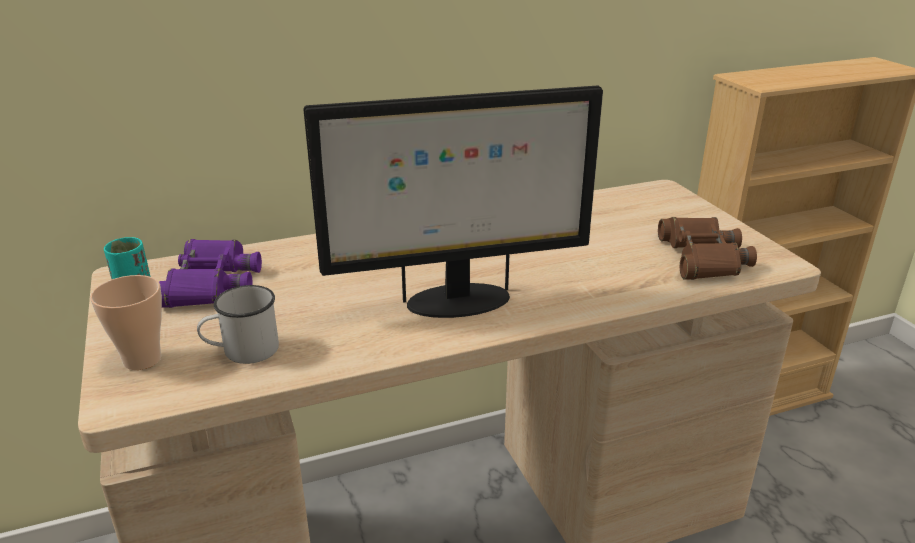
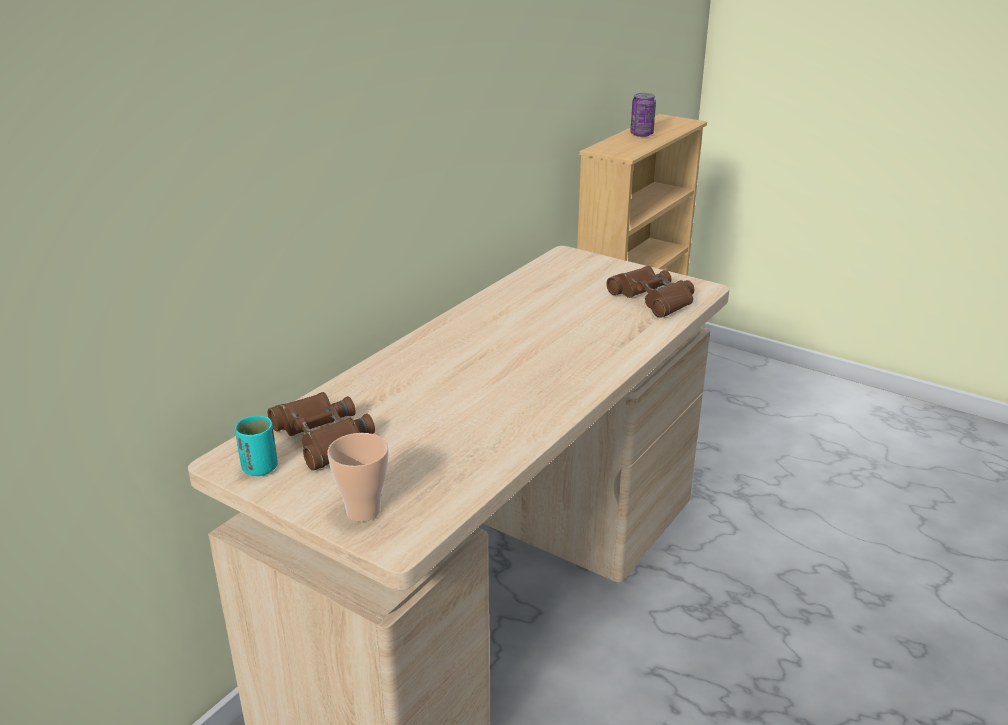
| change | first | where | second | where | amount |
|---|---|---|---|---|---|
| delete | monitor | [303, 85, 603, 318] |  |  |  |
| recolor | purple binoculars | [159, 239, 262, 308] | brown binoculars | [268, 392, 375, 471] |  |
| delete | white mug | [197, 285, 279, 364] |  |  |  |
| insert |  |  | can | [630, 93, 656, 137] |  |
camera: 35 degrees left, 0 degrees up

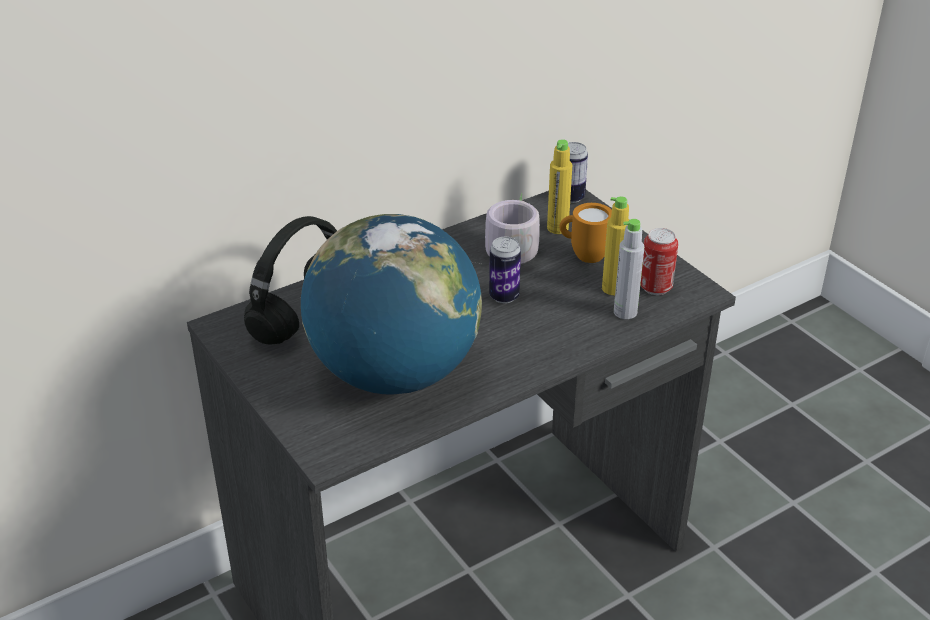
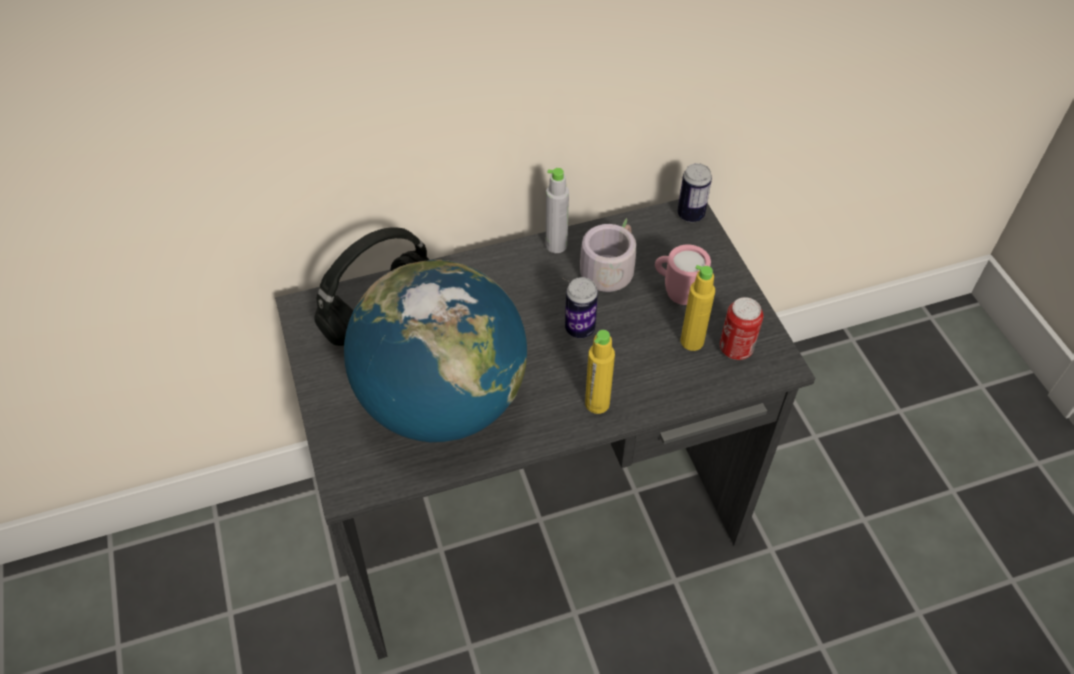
| change | first | where | second | where | amount |
|---|---|---|---|---|---|
| move | yellow bottle | [547, 139, 572, 234] |  | [585, 330, 615, 414] |  |
| recolor | orange mug | [559, 203, 612, 263] | pink mug | [655, 244, 711, 305] |  |
| move | grey bottle | [614, 219, 644, 319] |  | [546, 168, 569, 253] |  |
camera: 15 degrees right, 15 degrees up

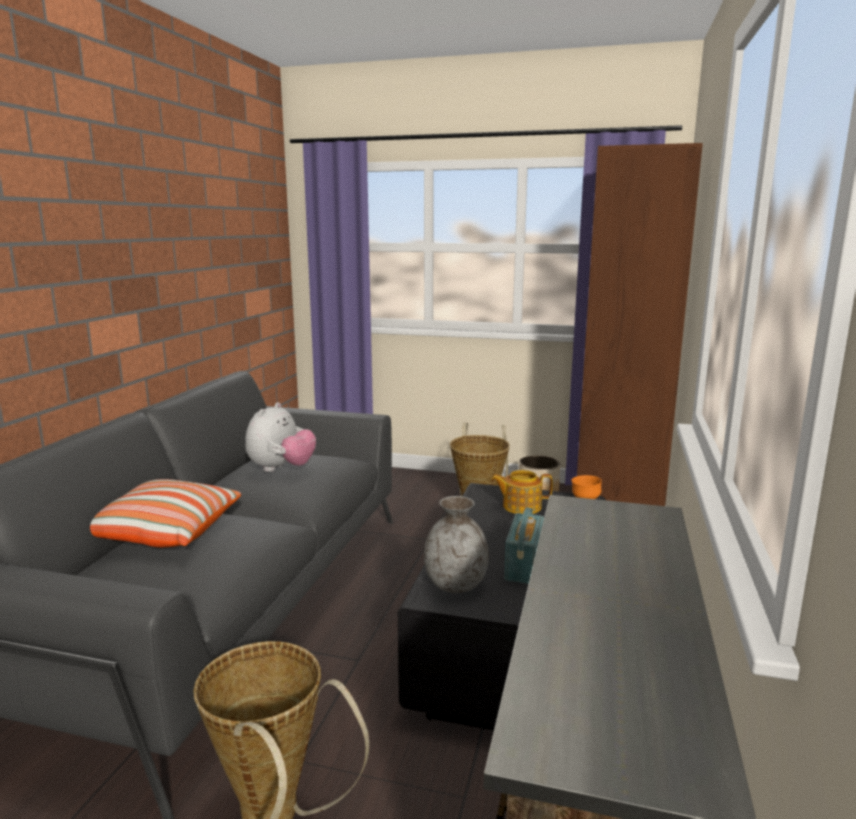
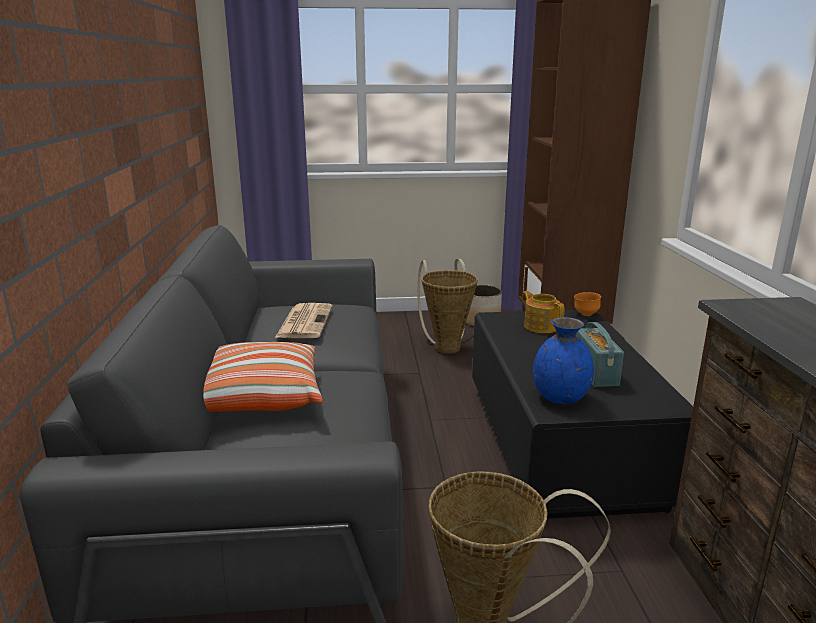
| change | first | where | second | where | amount |
|---|---|---|---|---|---|
| replace | plush toy | [245, 402, 316, 472] | newspaper | [275, 303, 333, 338] |  |
| rotate | teapot | [491, 470, 553, 514] |  | [523, 291, 564, 333] | 75 degrees clockwise |
| recolor | grey vase | [424, 496, 489, 593] | blue vase | [533, 317, 594, 404] |  |
camera: 20 degrees left, 5 degrees up

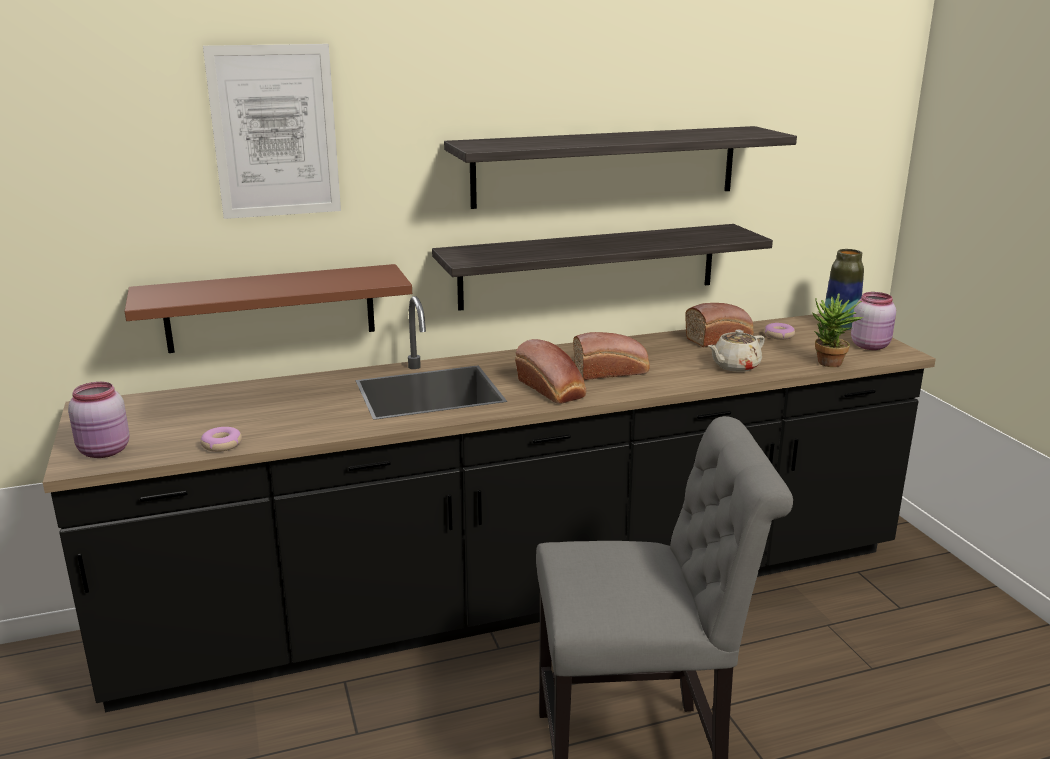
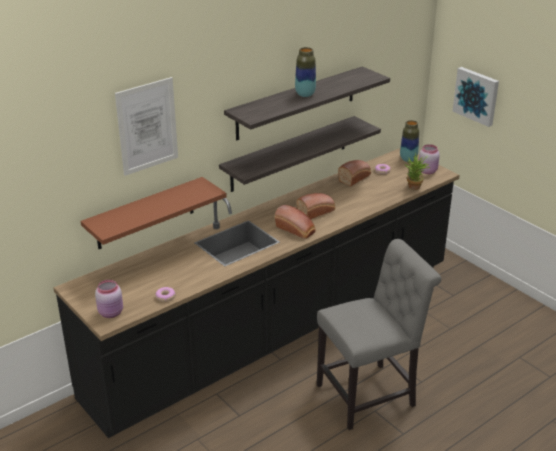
| change | first | where | second | where | amount |
|---|---|---|---|---|---|
| delete | beige teapot | [708, 330, 765, 372] |  |  |  |
| insert |  |  | vase | [295, 47, 316, 97] |  |
| insert |  |  | picture | [453, 67, 499, 127] |  |
camera: 20 degrees left, 10 degrees up

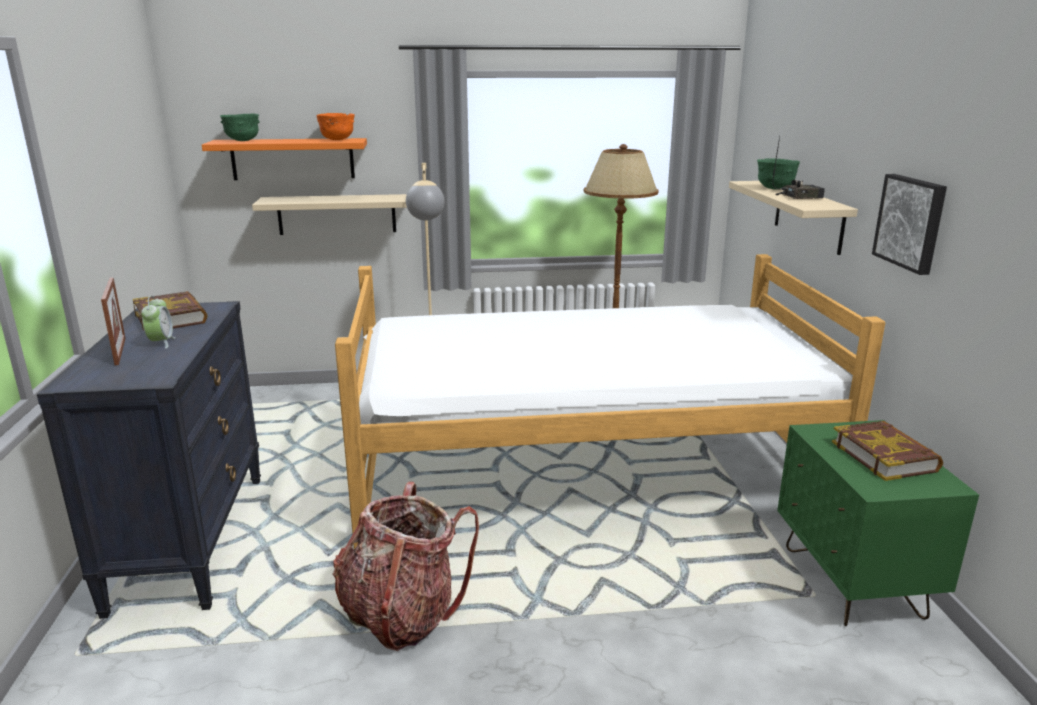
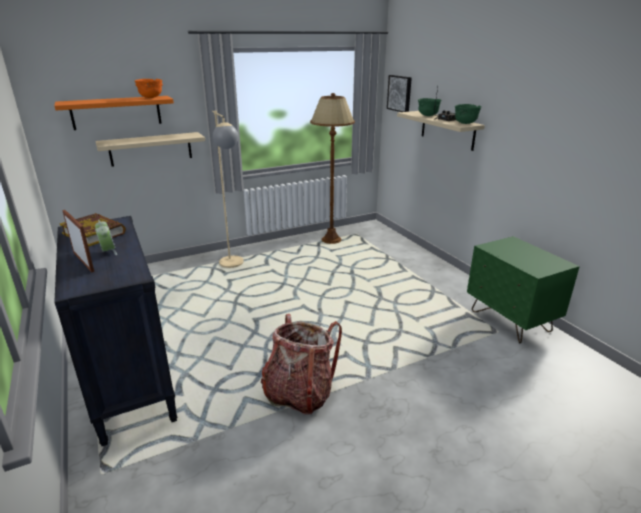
| change | first | where | second | where | amount |
|---|---|---|---|---|---|
| move | green bowl | [220, 113, 260, 141] |  | [455, 104, 481, 124] |  |
| move | picture | [872, 174, 947, 275] |  | [387, 75, 412, 112] |  |
| delete | bed | [335, 254, 886, 549] |  |  |  |
| delete | book | [832, 421, 943, 481] |  |  |  |
camera: 20 degrees left, 5 degrees up

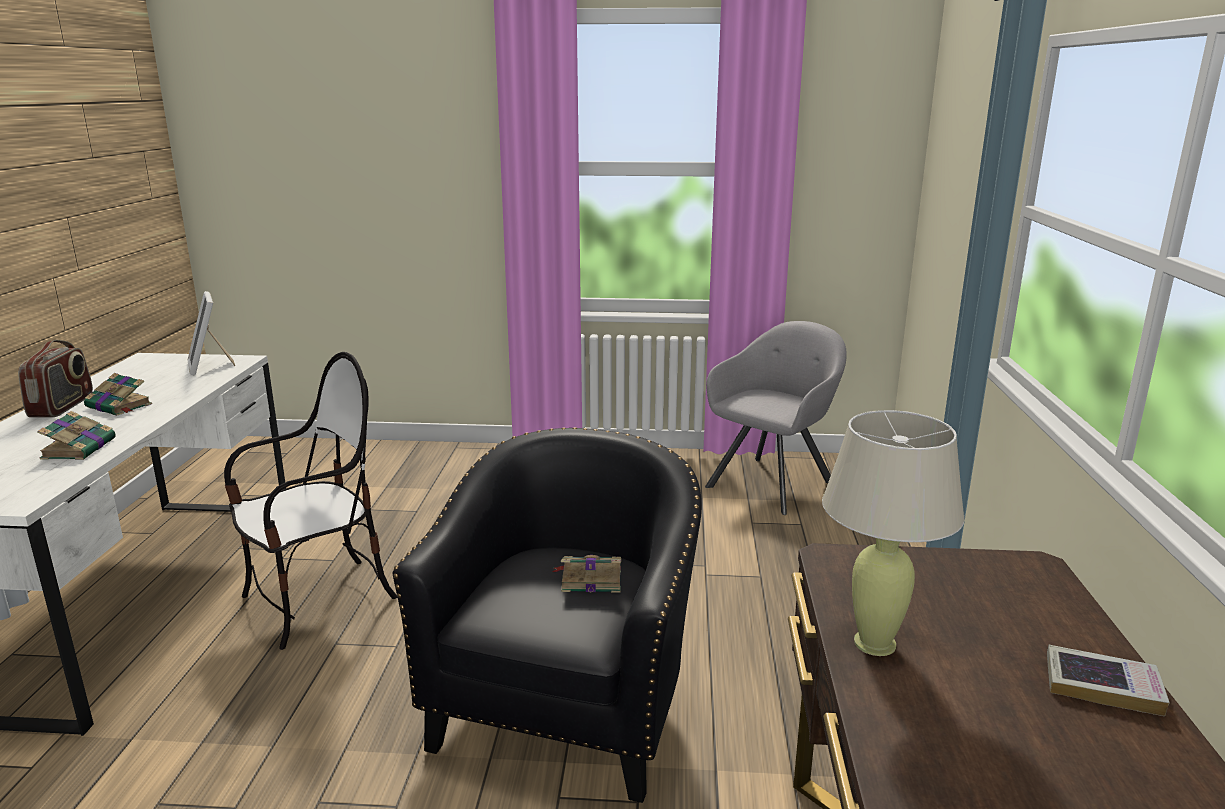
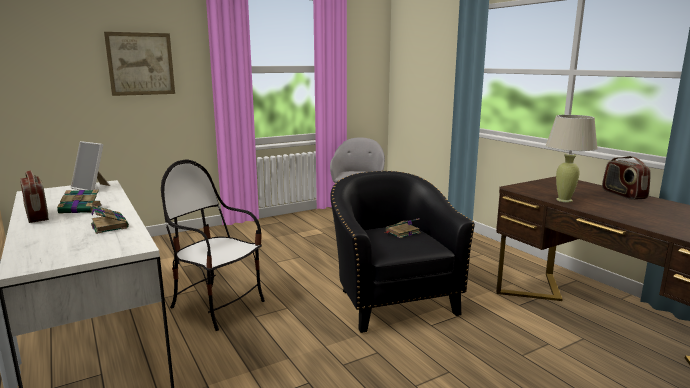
| change | first | where | second | where | amount |
|---|---|---|---|---|---|
| rotate | chair | [224, 352, 397, 650] |  | [161, 160, 265, 331] | 75 degrees counterclockwise |
| replace | book | [1047, 645, 1170, 716] | radio | [602, 156, 651, 200] |  |
| insert |  |  | picture | [104, 32, 175, 96] |  |
camera: 35 degrees left, 5 degrees down

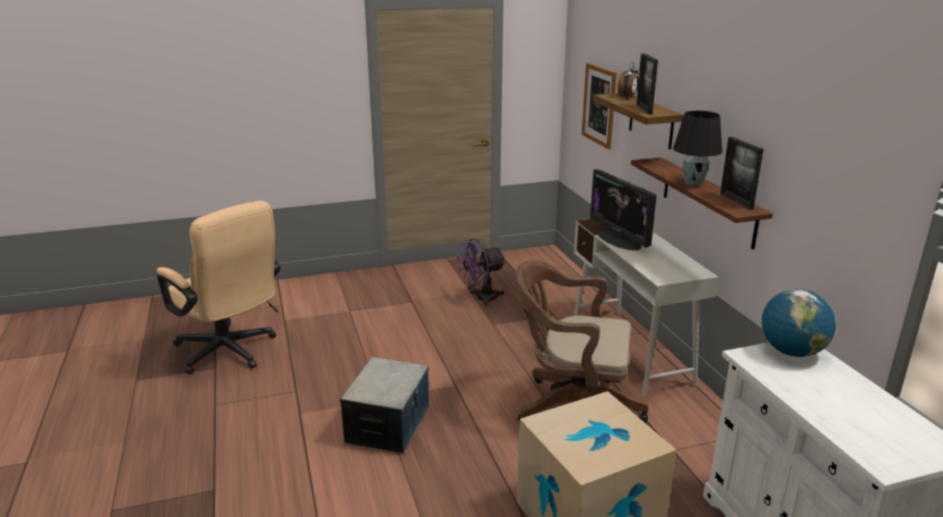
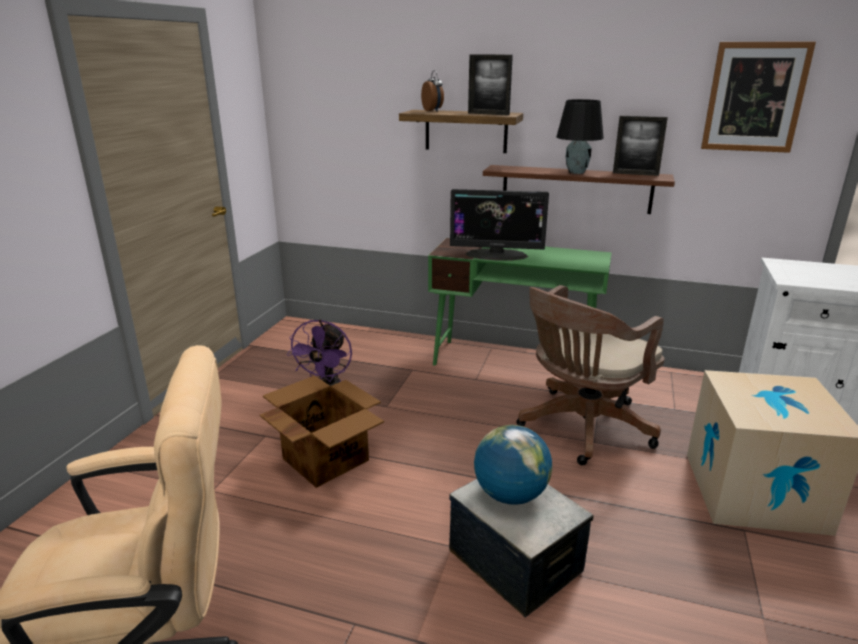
| change | first | where | second | where | amount |
|---|---|---|---|---|---|
| move | picture | [582, 63, 617, 149] |  | [701, 42, 816, 153] |  |
| recolor | white desk | [574, 219, 719, 397] | green desk | [428, 238, 612, 366] |  |
| move | globe | [762, 289, 836, 357] |  | [474, 425, 552, 505] |  |
| insert |  |  | cardboard box | [260, 376, 384, 488] |  |
camera: 55 degrees left, 0 degrees up

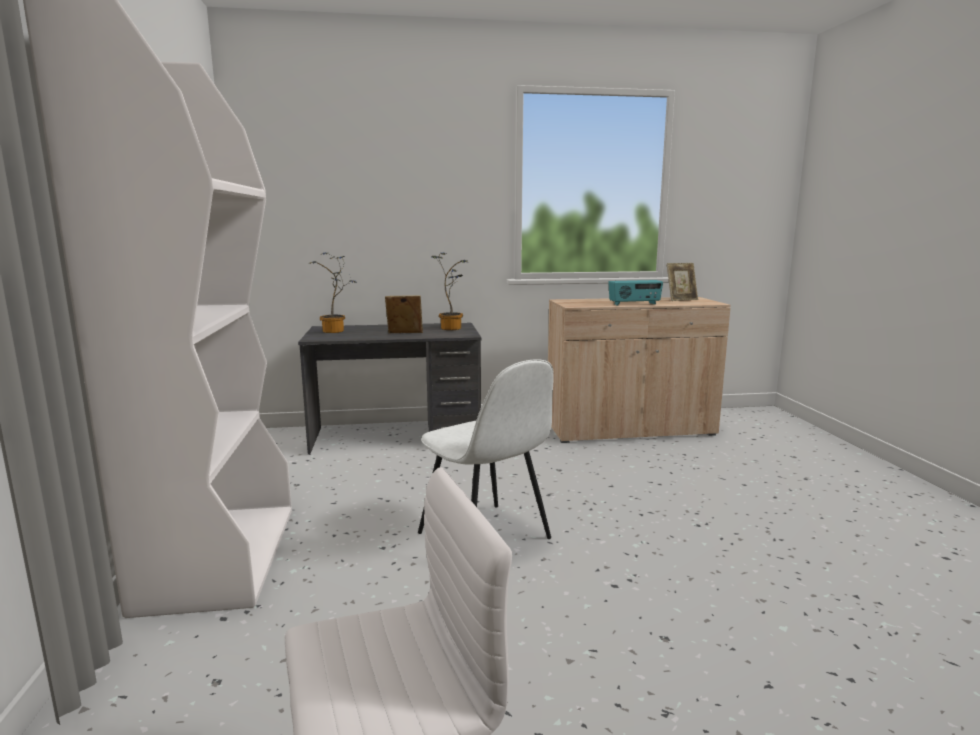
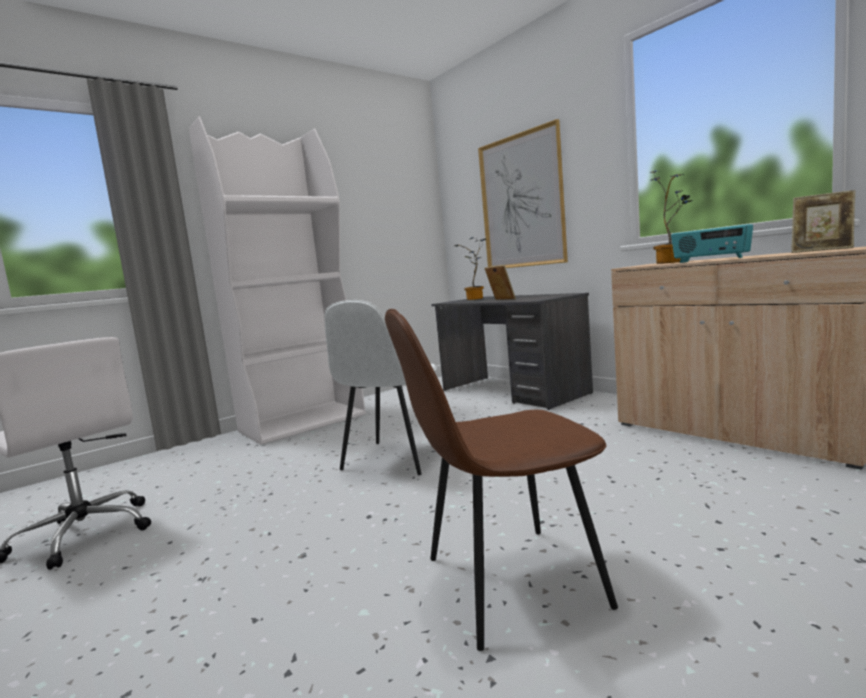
| change | first | where | second | where | amount |
|---|---|---|---|---|---|
| move | potted plant | [431, 252, 468, 330] |  | [649, 171, 693, 264] |  |
| insert |  |  | picture | [478, 119, 568, 268] |  |
| insert |  |  | brown chair | [385, 309, 618, 651] |  |
camera: 60 degrees right, 5 degrees down

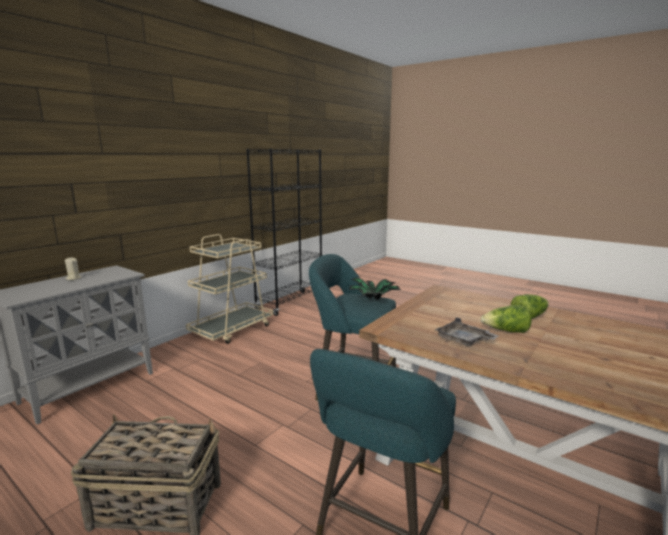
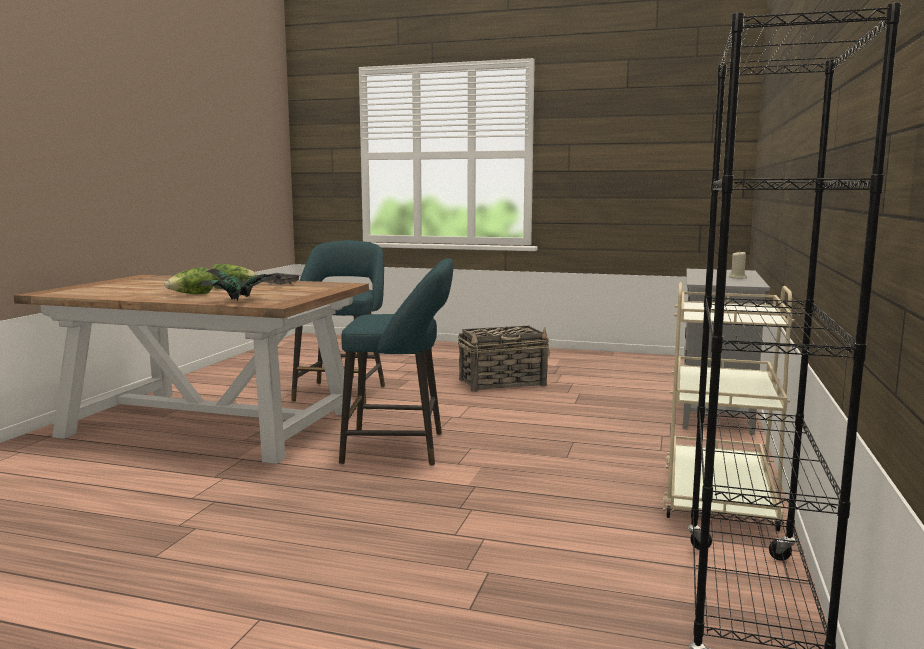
| change | first | where | second | where | amount |
|---|---|---|---|---|---|
| move | potted plant | [349, 277, 401, 300] |  | [199, 268, 277, 301] |  |
camera: 160 degrees right, 5 degrees down

